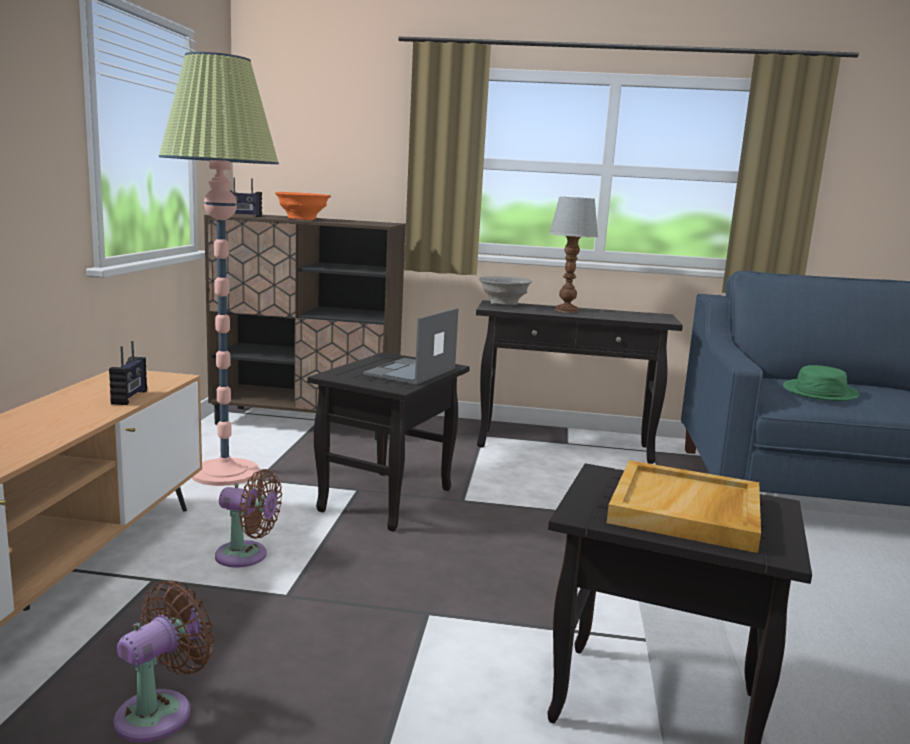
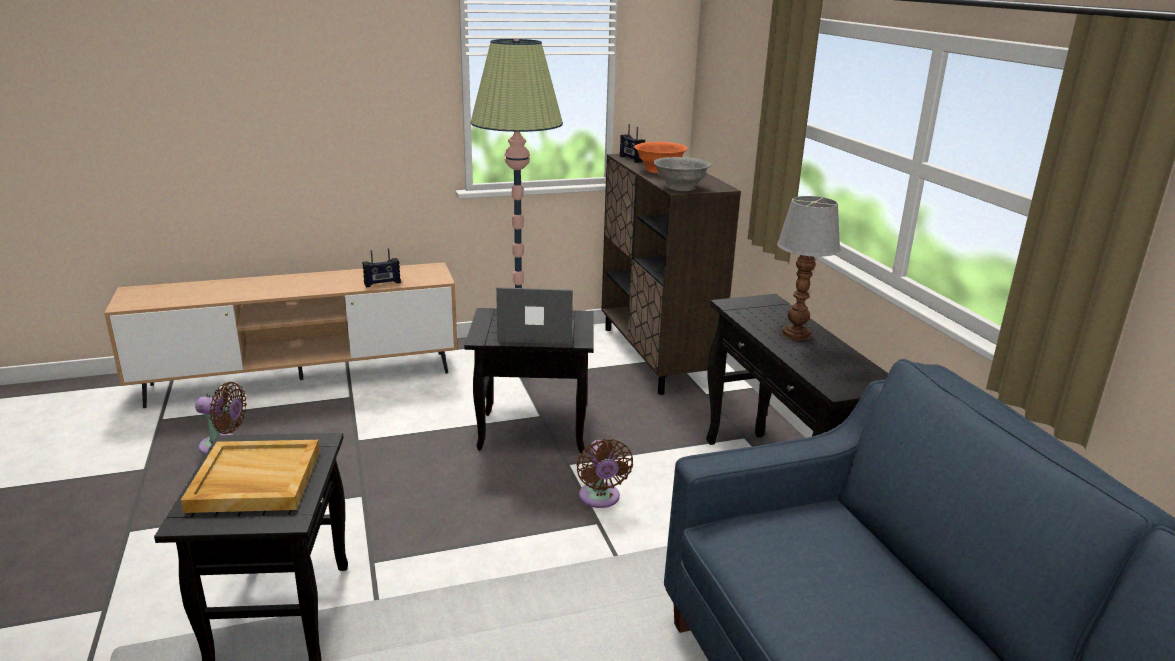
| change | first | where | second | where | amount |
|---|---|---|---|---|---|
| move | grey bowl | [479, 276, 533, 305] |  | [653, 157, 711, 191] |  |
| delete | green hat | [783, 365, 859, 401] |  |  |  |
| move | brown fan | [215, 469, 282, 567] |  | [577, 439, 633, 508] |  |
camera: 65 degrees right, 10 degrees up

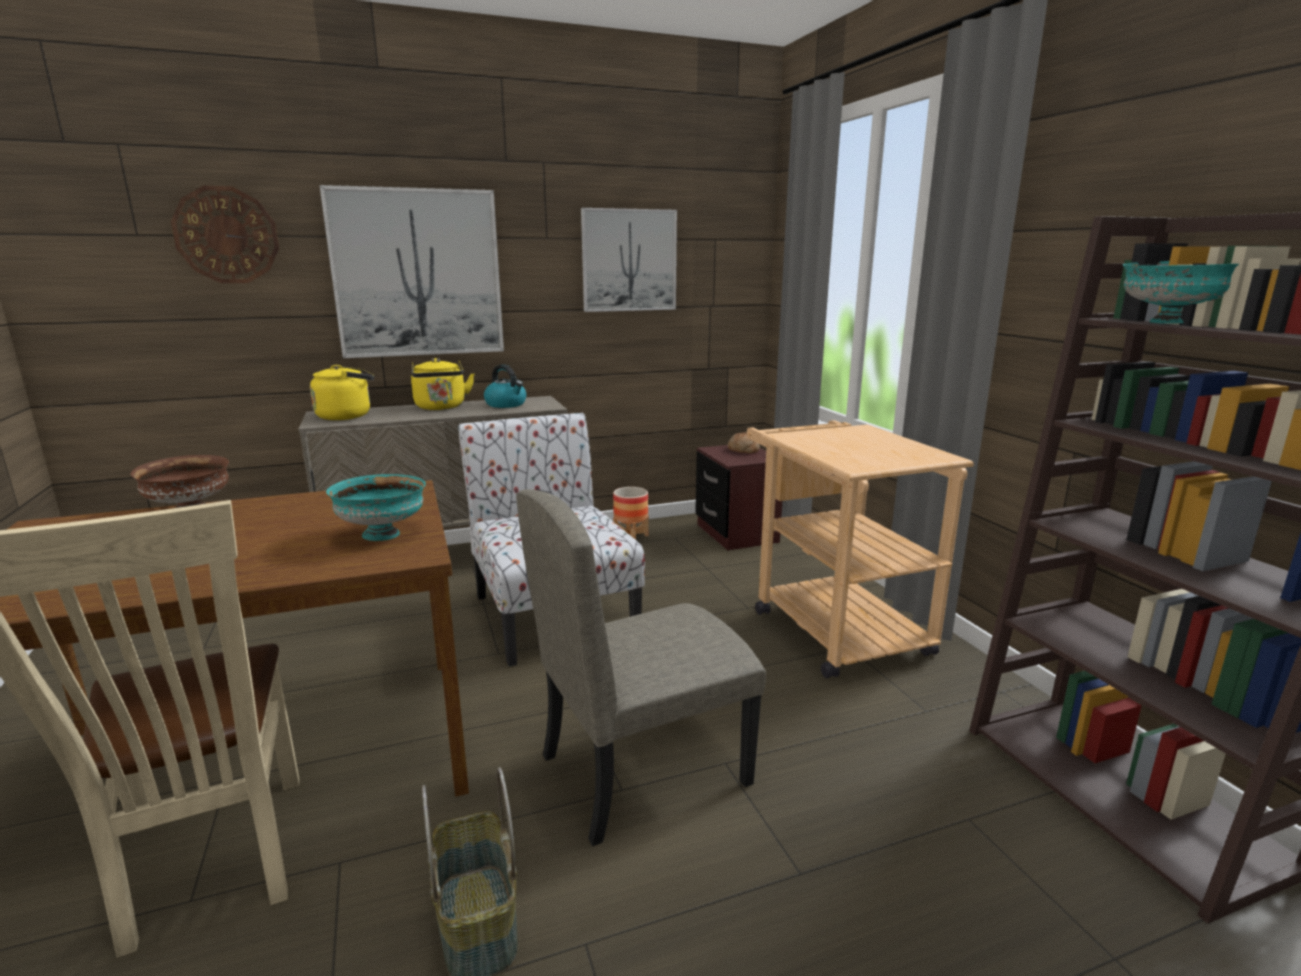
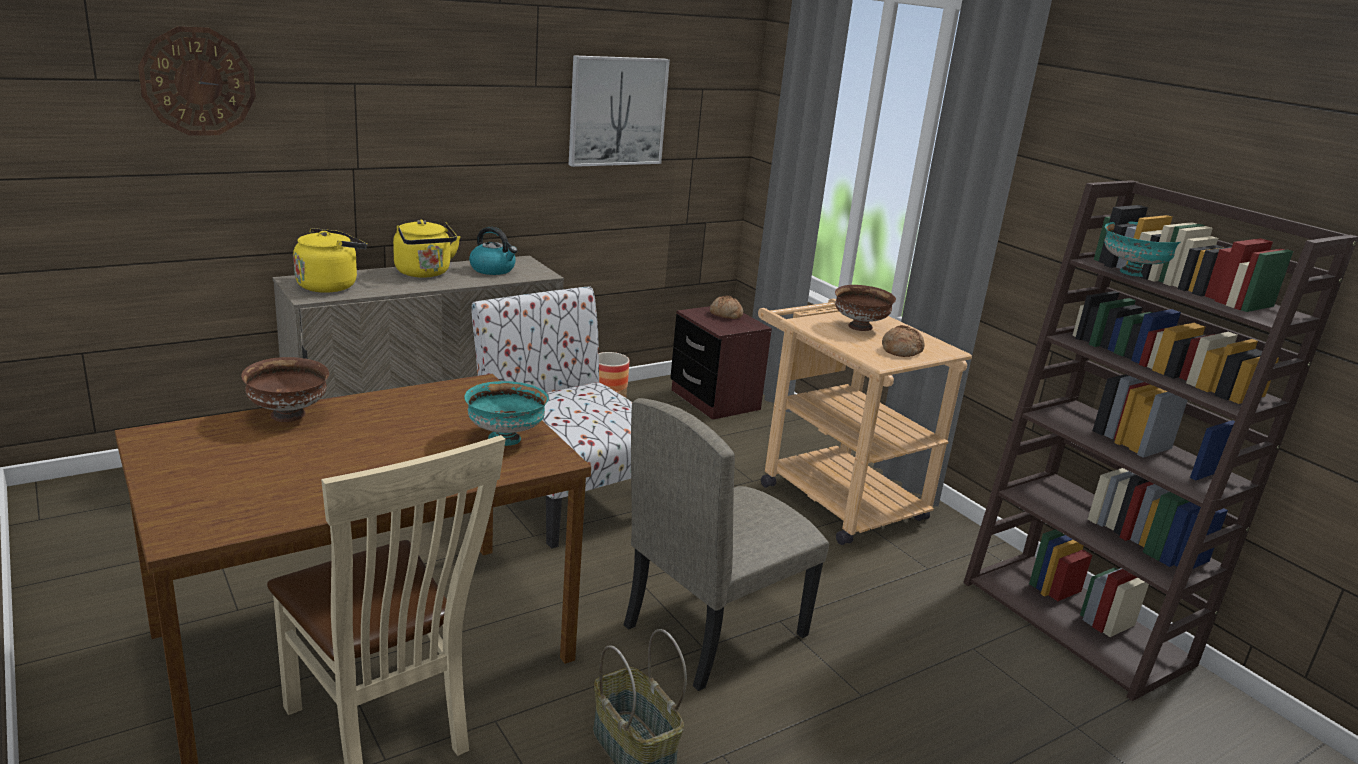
| change | first | where | second | where | amount |
|---|---|---|---|---|---|
| delete | picture | [319, 185, 504, 358] |  |  |  |
| insert |  |  | brown bowl | [835, 285, 896, 331] |  |
| insert |  |  | bread | [882, 325, 924, 357] |  |
camera: 15 degrees left, 5 degrees up

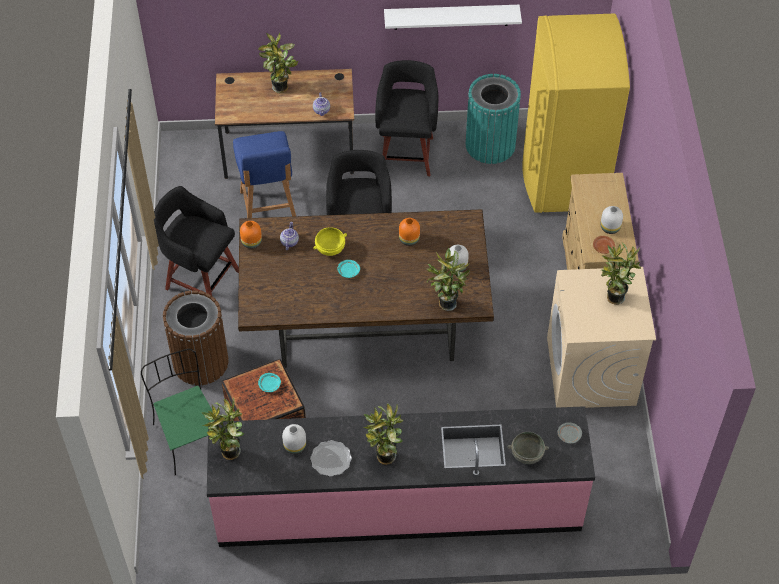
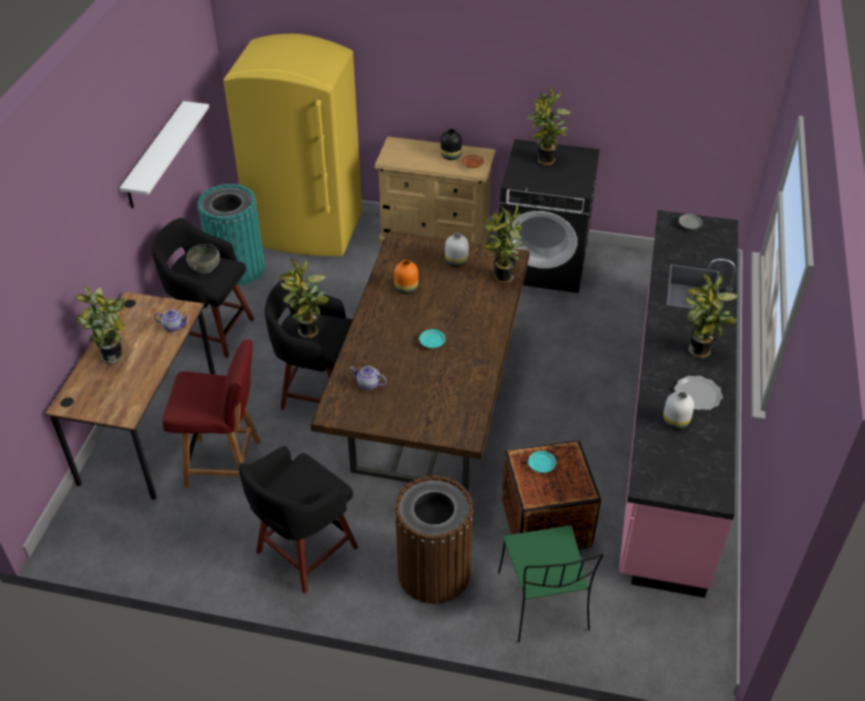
| change | first | where | second | where | amount |
|---|---|---|---|---|---|
| recolor | blue chair | [233, 131, 296, 218] | red chair | [162, 339, 261, 488] |  |
| recolor | white vase | [601, 206, 623, 234] | black vase | [441, 129, 462, 160] |  |
| delete | orange vase | [240, 221, 262, 249] |  |  |  |
| delete | yellow bowl | [313, 227, 347, 256] |  |  |  |
| recolor | beige washing machine | [547, 267, 656, 408] | black washing machine | [499, 139, 600, 293] |  |
| rotate | green chair | [141, 349, 214, 476] |  | [498, 525, 603, 642] | 90 degrees counterclockwise |
| move | potted plant | [202, 397, 244, 460] |  | [278, 258, 329, 338] |  |
| move | grey bowl | [507, 432, 549, 464] |  | [186, 244, 220, 274] |  |
camera: 75 degrees left, 10 degrees down

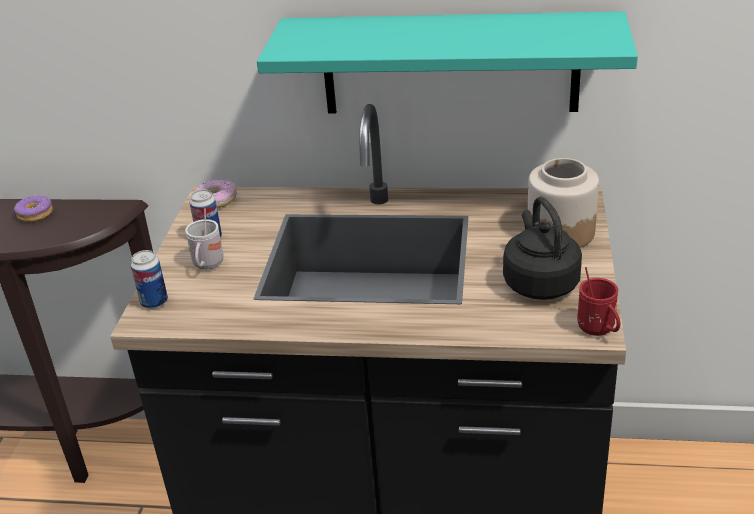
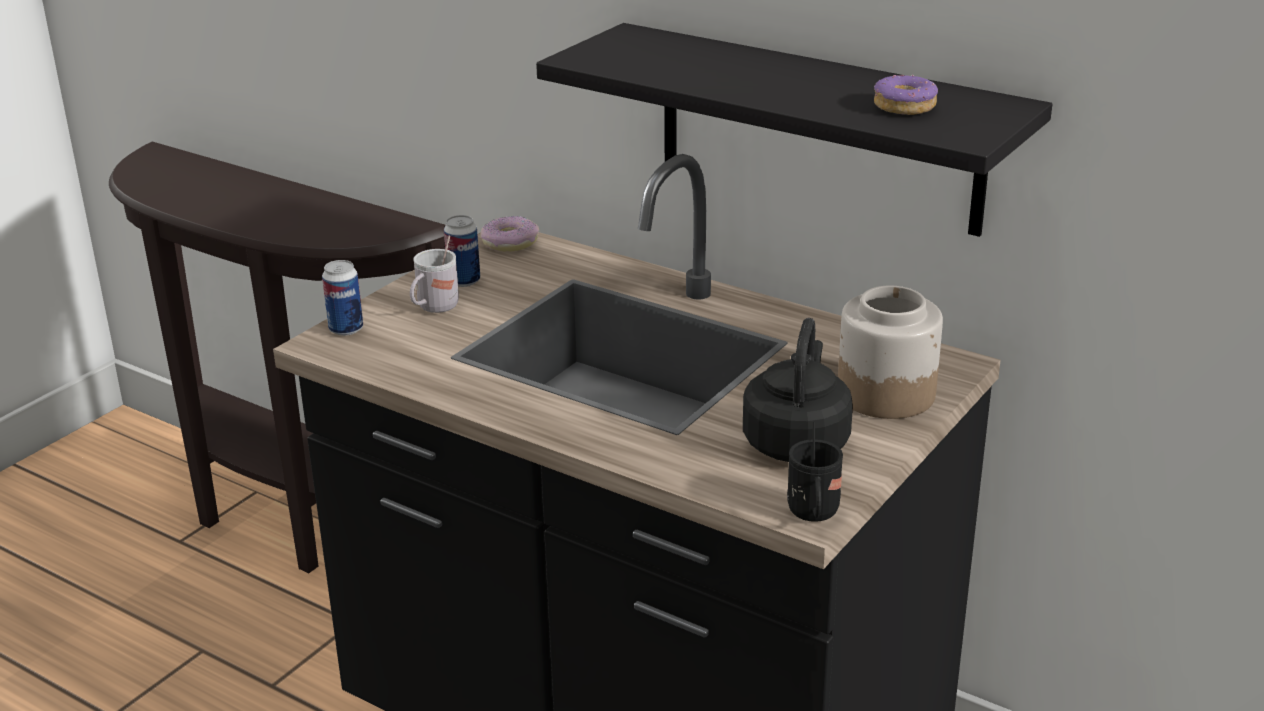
| change | first | where | second | where | amount |
|---|---|---|---|---|---|
| recolor | turquoise shelf | [257, 11, 638, 113] | black shelf | [536, 23, 1052, 237] |  |
| move | donut | [14, 195, 53, 222] |  | [874, 74, 938, 115] |  |
| recolor | red mug | [577, 267, 621, 336] | black mug | [787, 422, 843, 522] |  |
camera: 25 degrees right, 5 degrees down

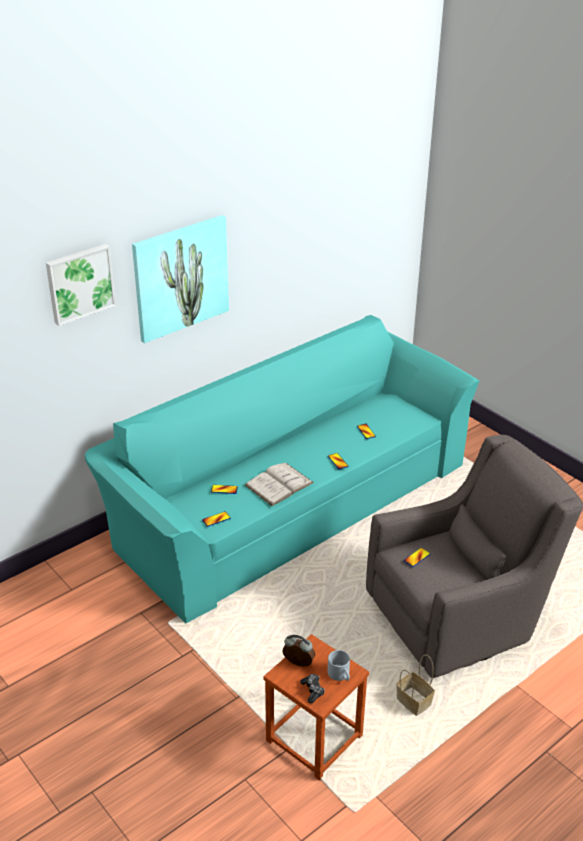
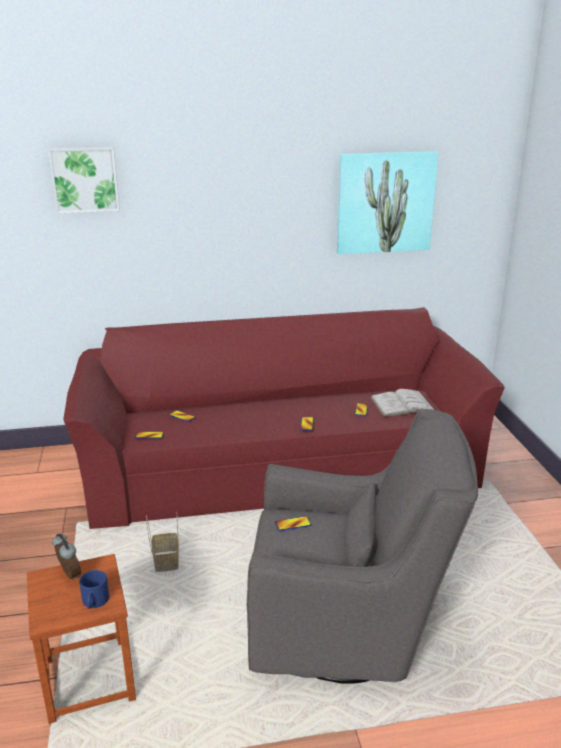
| change | first | where | second | where | amount |
|---|---|---|---|---|---|
| move | picture | [132, 215, 229, 343] |  | [337, 151, 439, 255] |  |
| recolor | turquoise sofa | [85, 315, 479, 623] | red sofa | [63, 307, 505, 529] |  |
| move | white book | [245, 463, 314, 506] |  | [370, 389, 435, 417] |  |
| recolor | grey mug | [328, 650, 350, 681] | blue mug | [79, 570, 109, 609] |  |
| move | basket | [396, 655, 435, 716] |  | [146, 515, 179, 572] |  |
| delete | game controller | [300, 674, 325, 703] |  |  |  |
camera: 30 degrees right, 10 degrees down

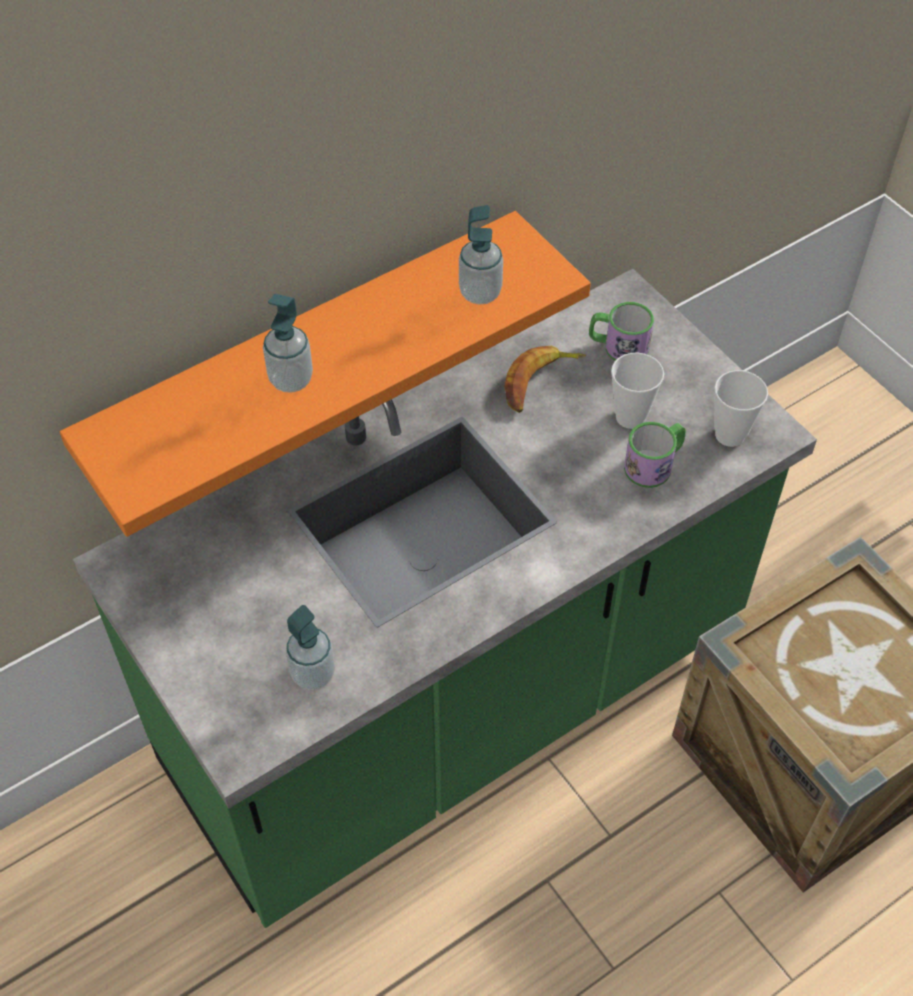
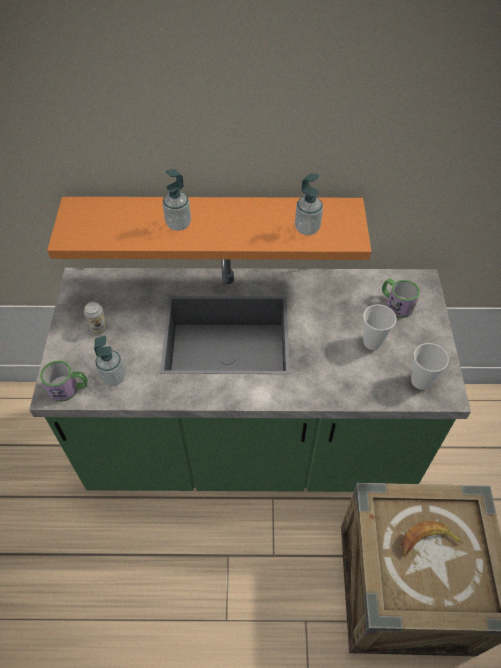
| change | first | where | second | where | amount |
|---|---|---|---|---|---|
| move | banana | [504, 346, 586, 413] |  | [400, 521, 464, 556] |  |
| move | mug | [624, 422, 686, 488] |  | [40, 360, 88, 402] |  |
| insert |  |  | can | [84, 302, 108, 334] |  |
camera: 35 degrees right, 0 degrees up

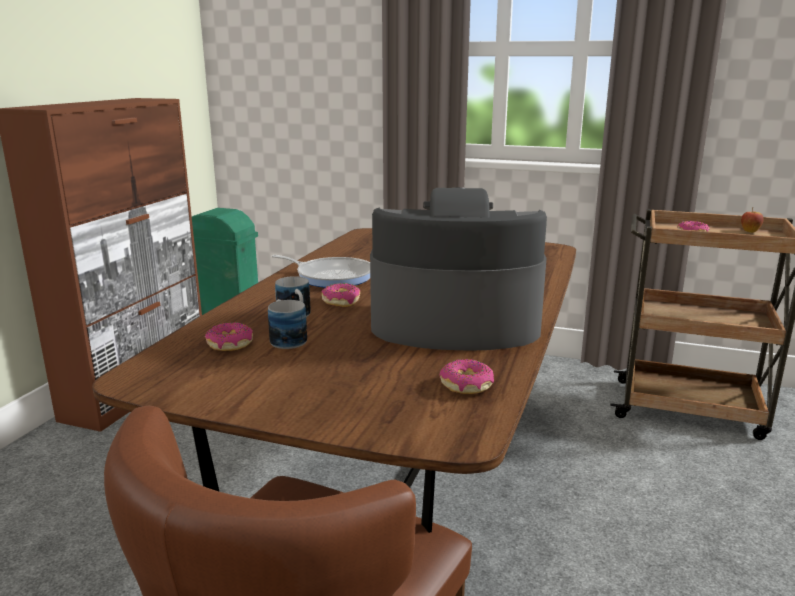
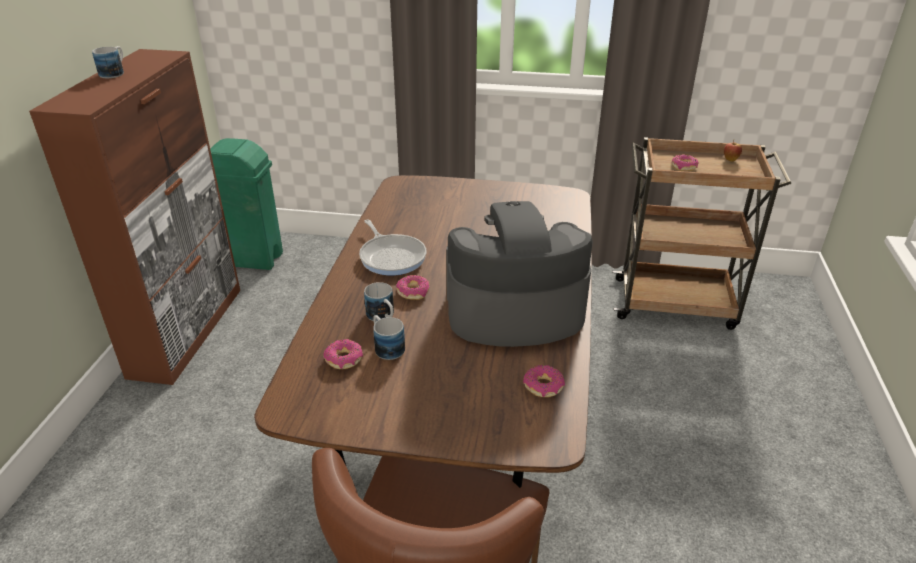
| change | first | where | second | where | amount |
|---|---|---|---|---|---|
| rotate | frying pan | [271, 255, 370, 288] |  | [359, 219, 426, 276] | 45 degrees clockwise |
| insert |  |  | mug | [92, 46, 124, 78] |  |
camera: 10 degrees left, 15 degrees up

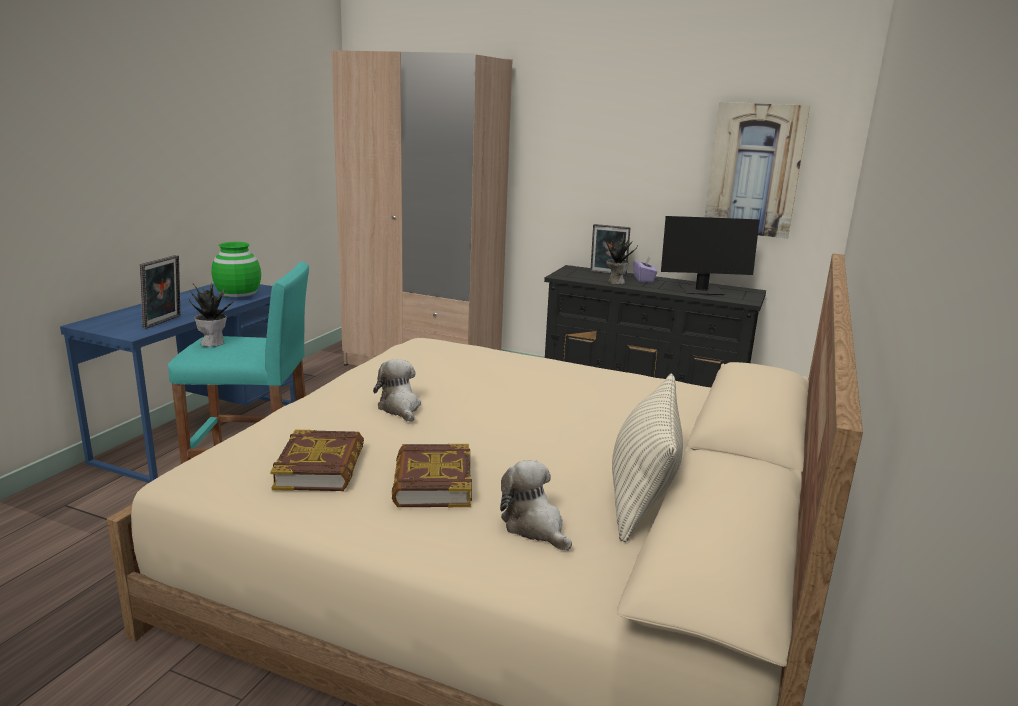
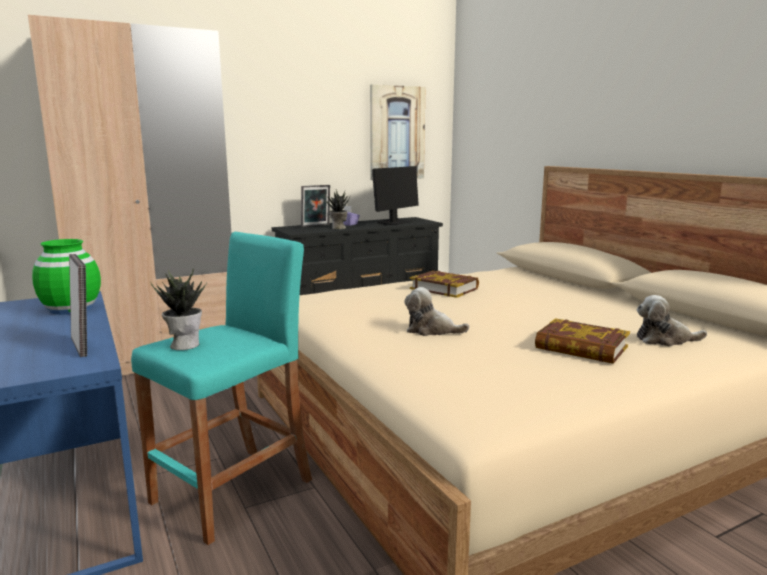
| change | first | where | second | where | amount |
|---|---|---|---|---|---|
| delete | pillow | [612, 374, 683, 542] |  |  |  |
| move | book | [270, 430, 364, 491] |  | [410, 270, 479, 298] |  |
camera: 50 degrees left, 5 degrees down

